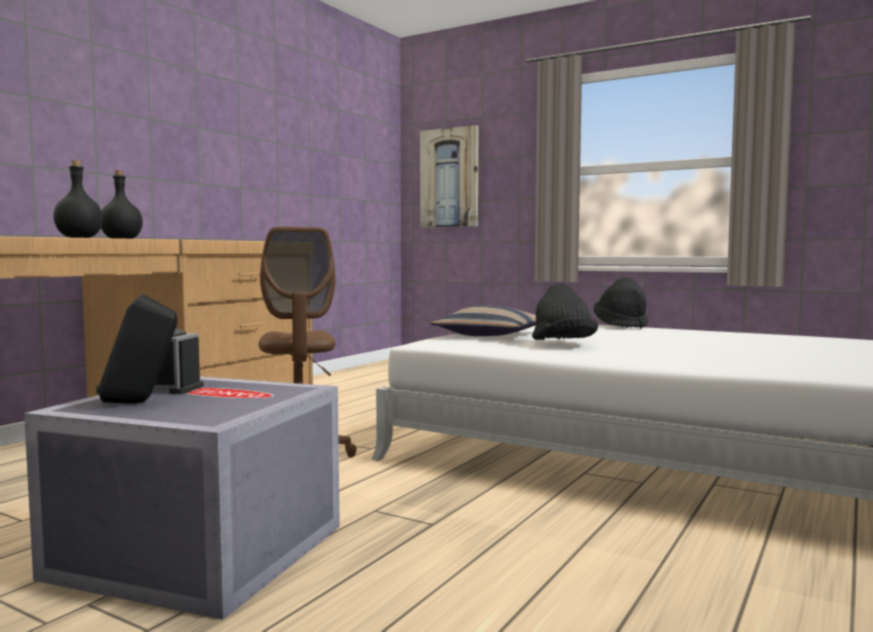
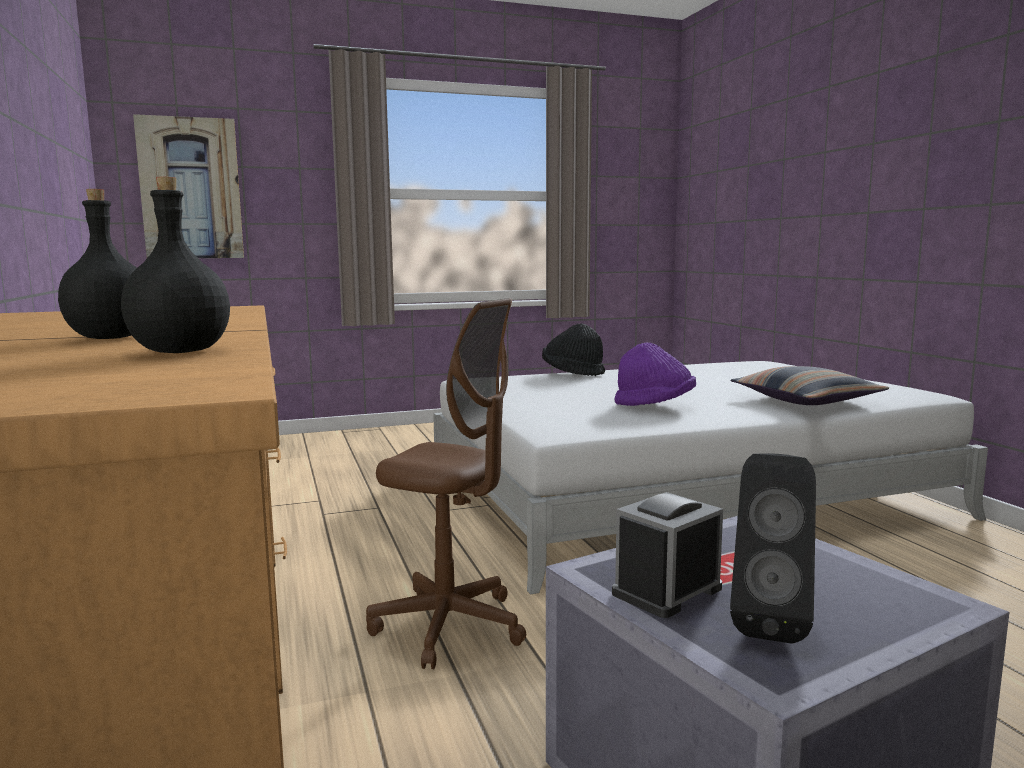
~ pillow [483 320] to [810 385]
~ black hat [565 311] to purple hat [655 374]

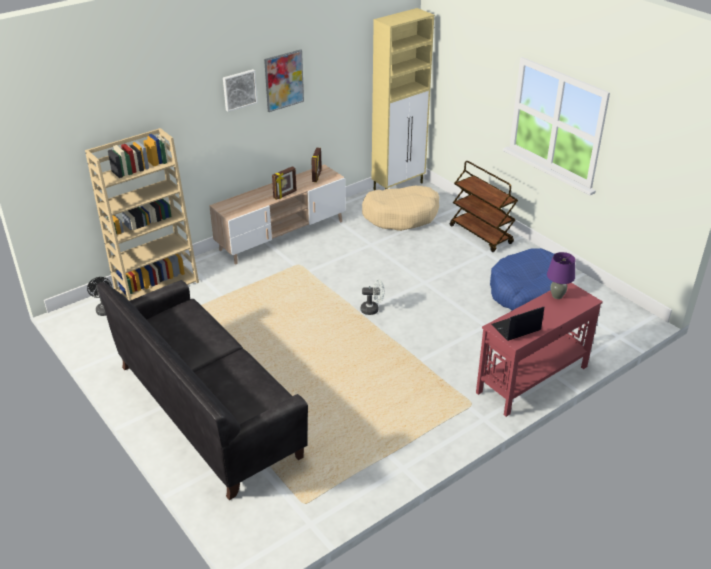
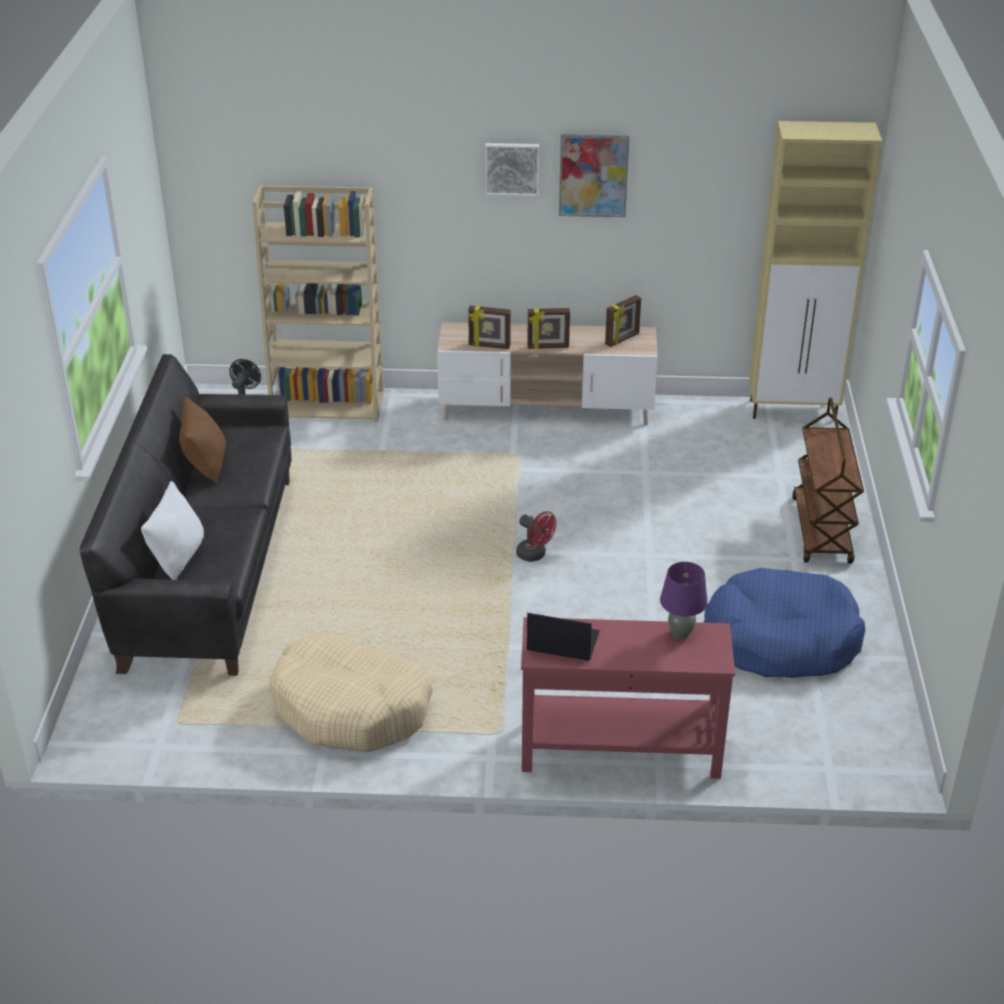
~ white fan [372 297] to red fan [536 536]
~ beige dog bed [400 208] to [351 693]
+ white pillow [172 530]
+ brown pillow [202 439]
+ picture frame [489 327]

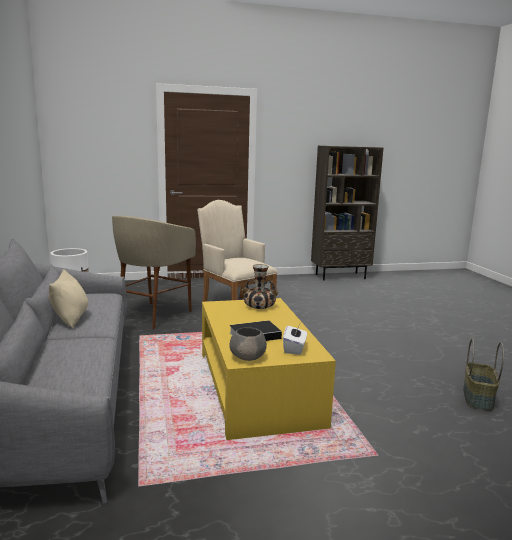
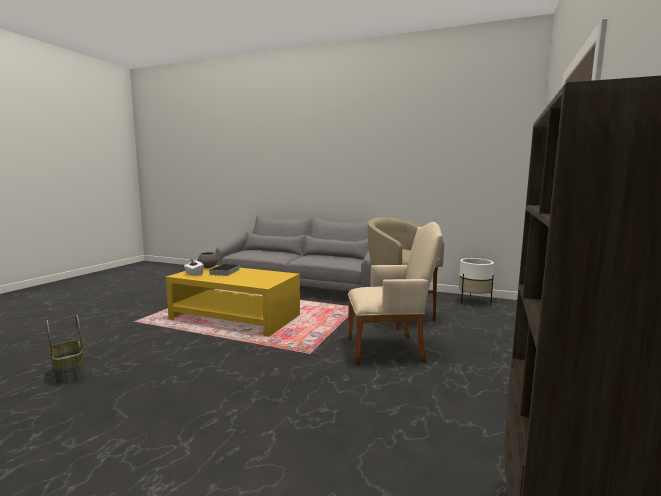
- beige pillow [68 298]
- vase [260 286]

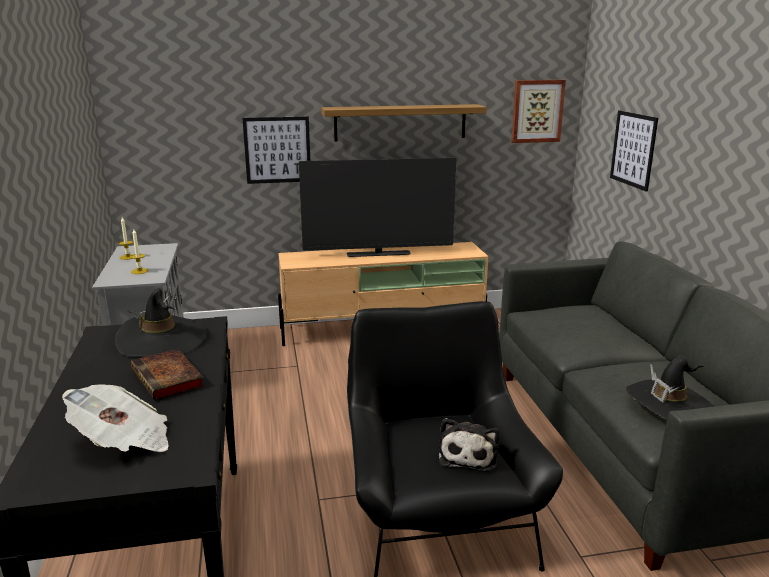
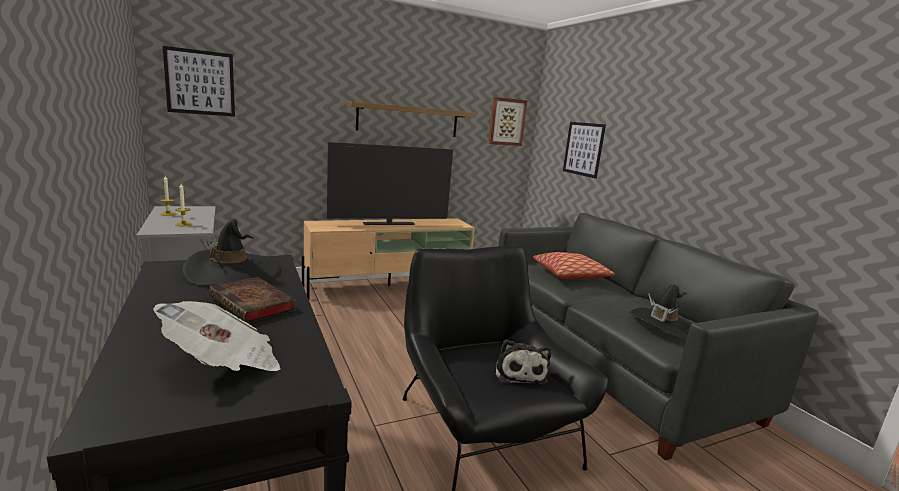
~ picture [276 150] to [199 81]
+ pillow [574 265]

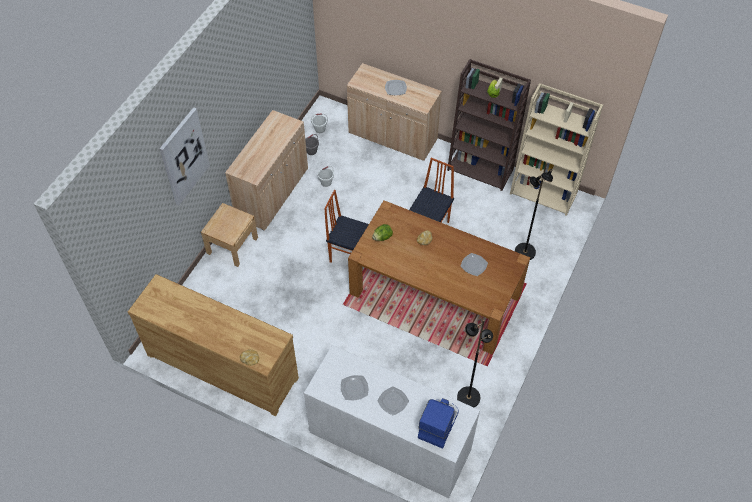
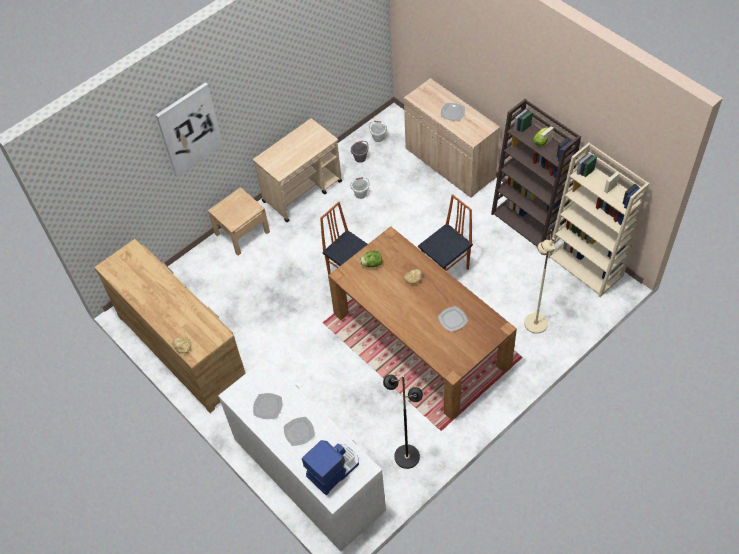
~ beige cabinet [266 170] to beige cart [297 170]
~ black floor lamp [534 211] to beige floor lamp [539 281]

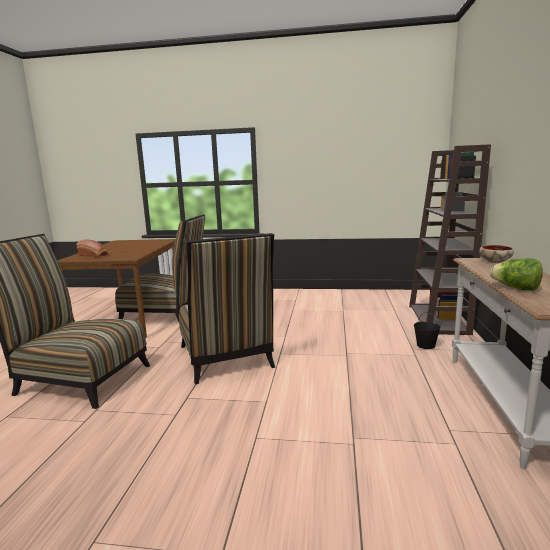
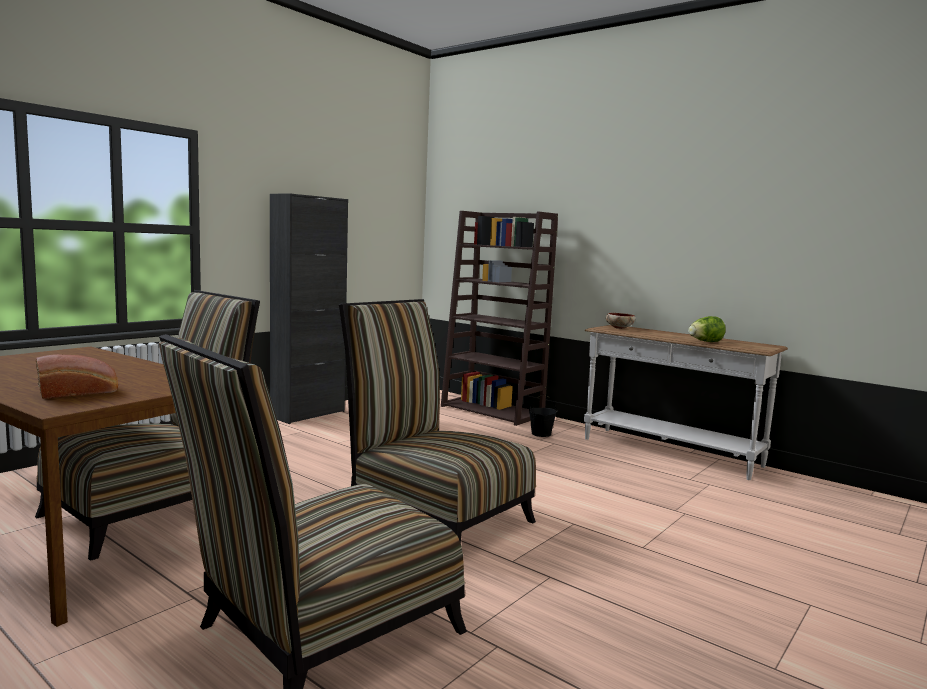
~ chair [227 308] = [437 421] 150 degrees counterclockwise
+ black cabinet [309 308]

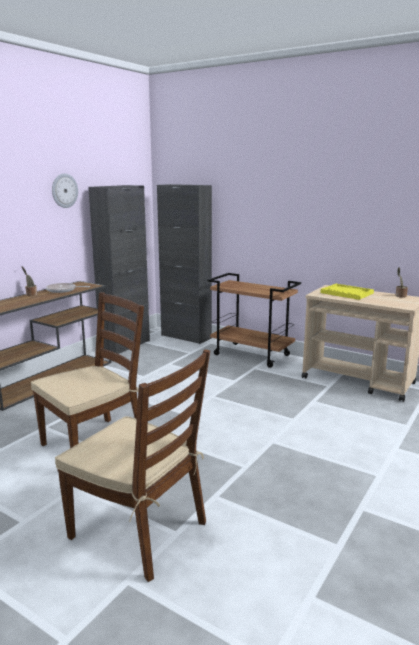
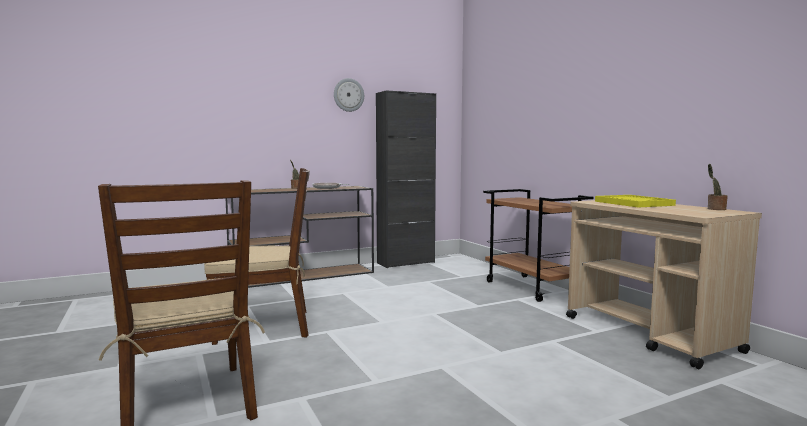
- black cabinet [184 264]

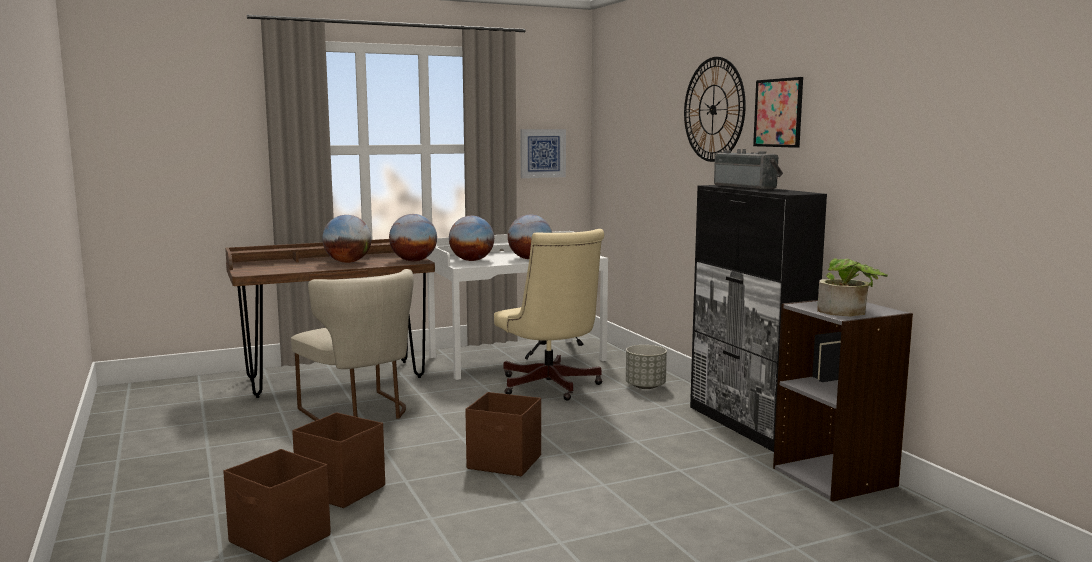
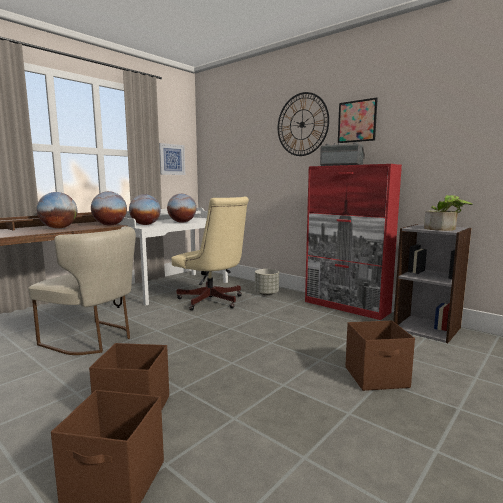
~ brown storage box [503 434] to [380 355]
~ black cabinet [758 318] to red cabinet [353 242]

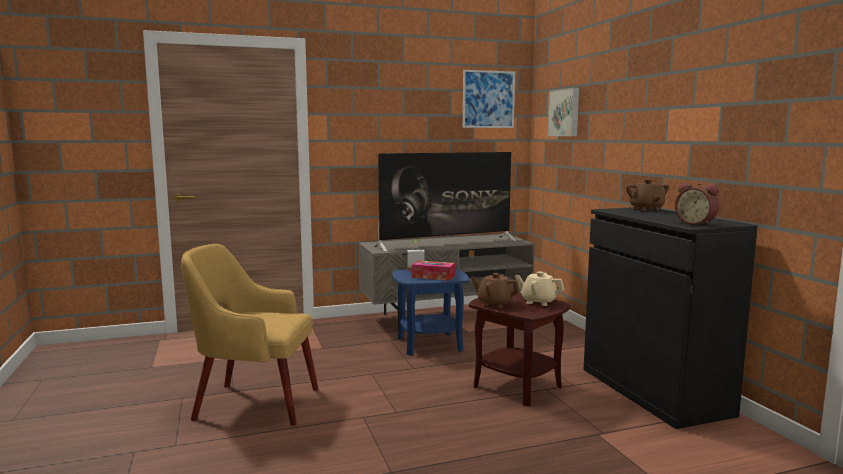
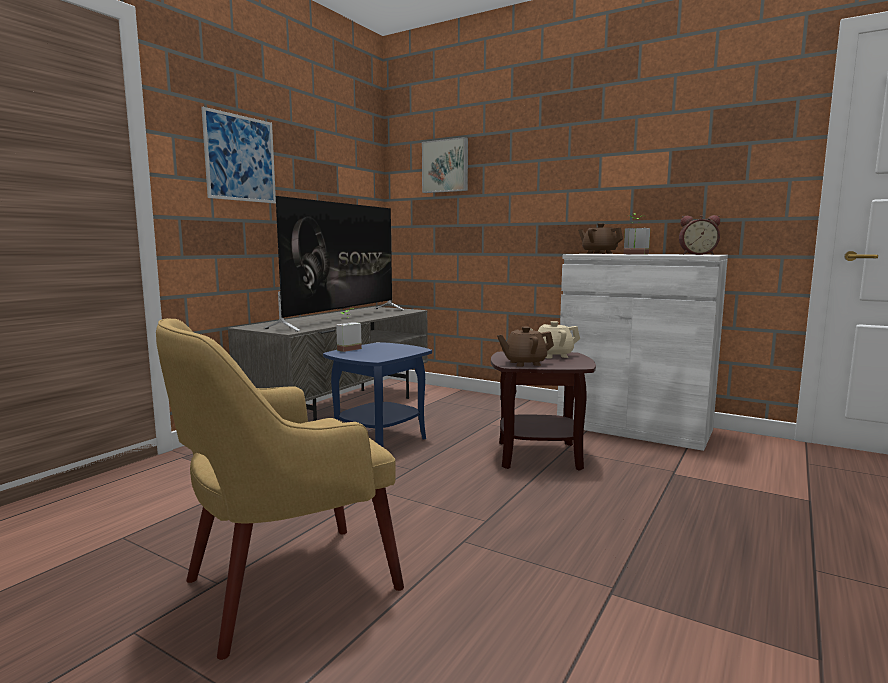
- tissue box [433 271]
~ picture [489 99] to [238 155]
~ black cabinet [671 318] to white cabinet [642 352]
+ potted plant [637 234]

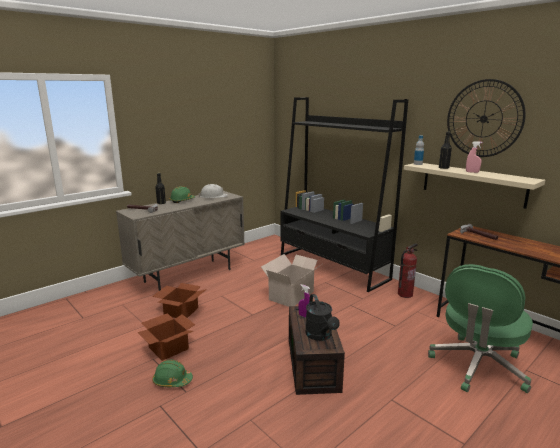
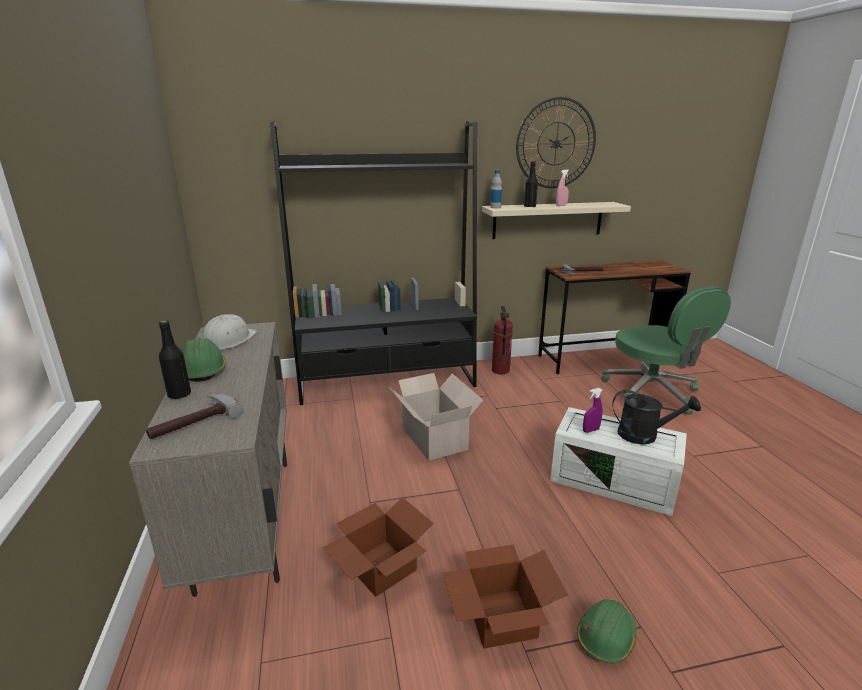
~ brown storage box [317 350] to white storage box [618 461]

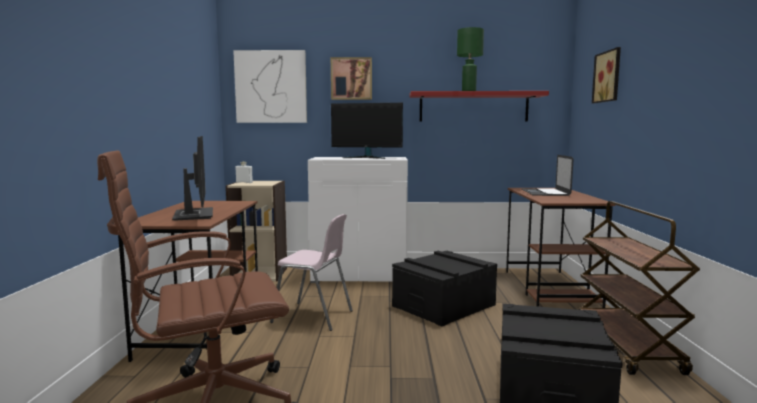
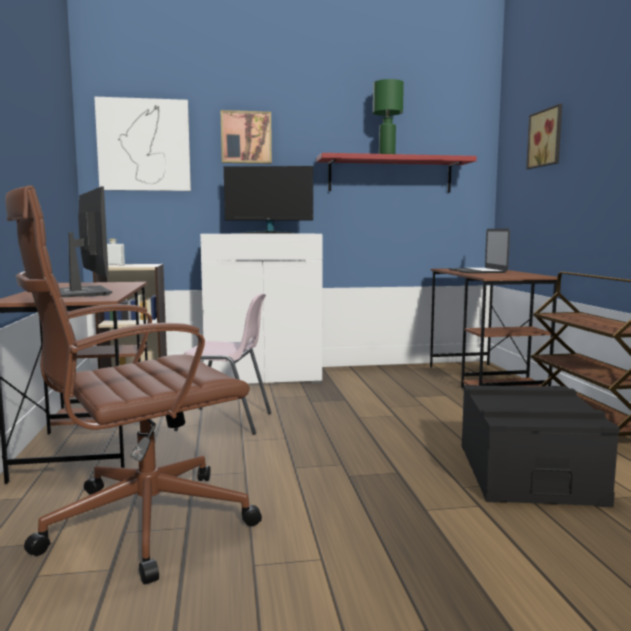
- black storage box [444 288]

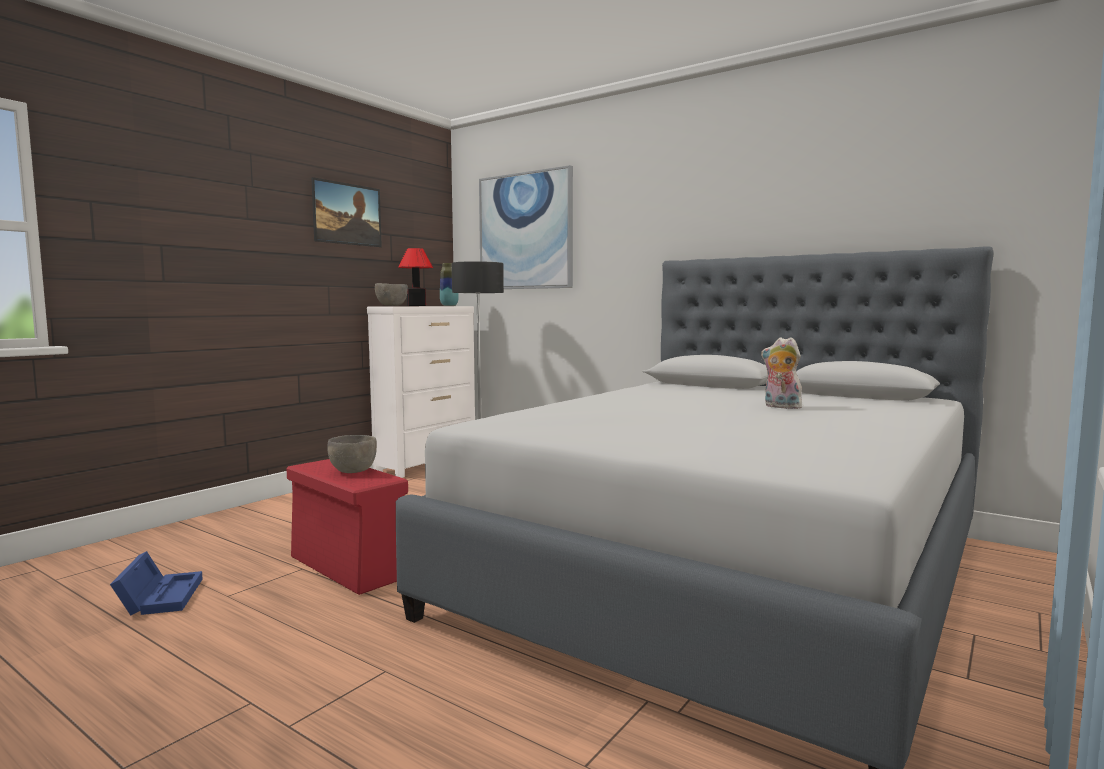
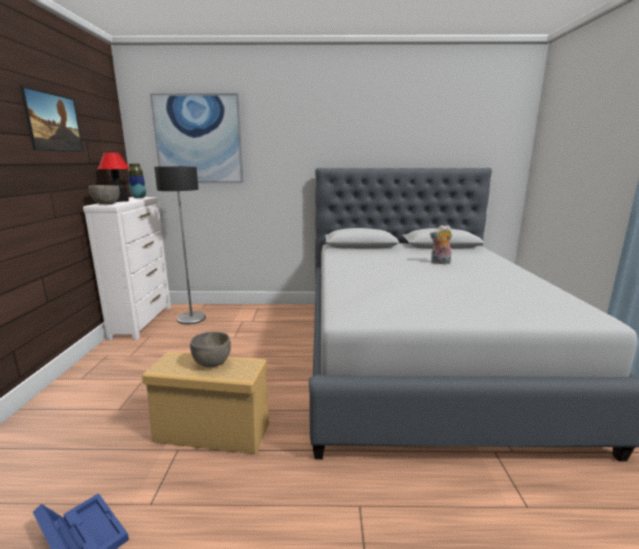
~ red storage box [347 527] to beige storage box [205 403]

